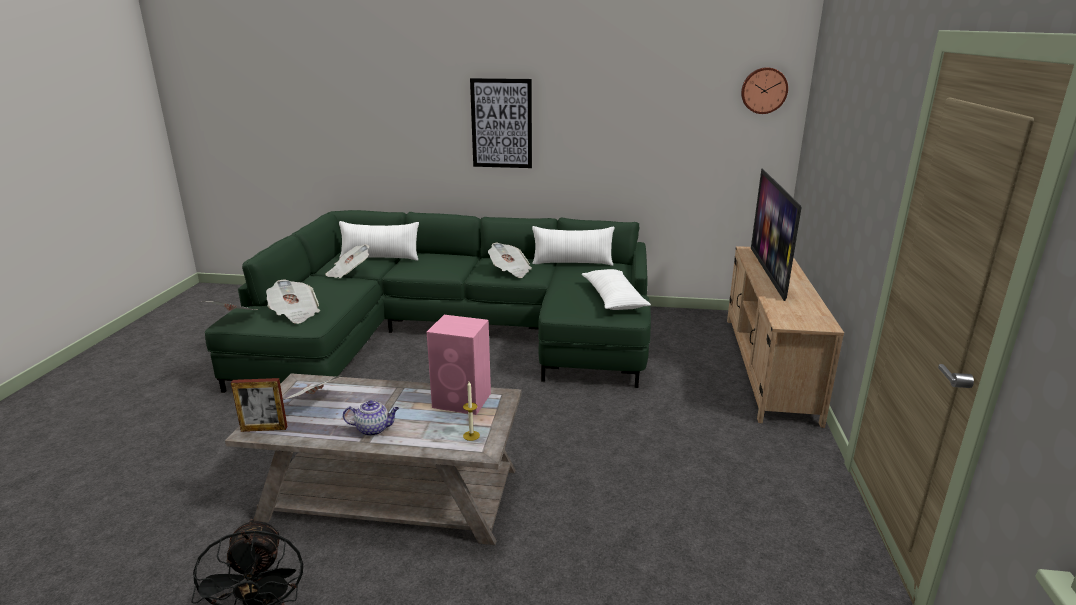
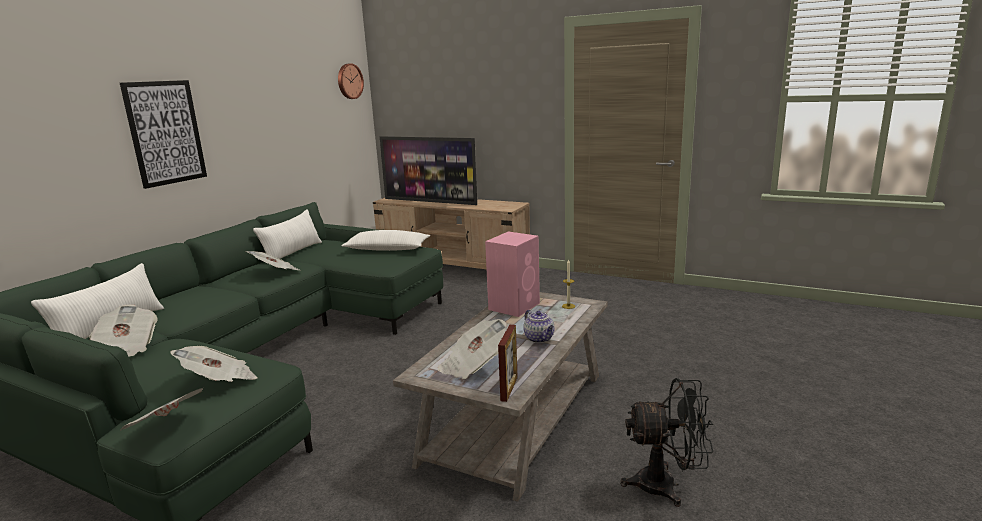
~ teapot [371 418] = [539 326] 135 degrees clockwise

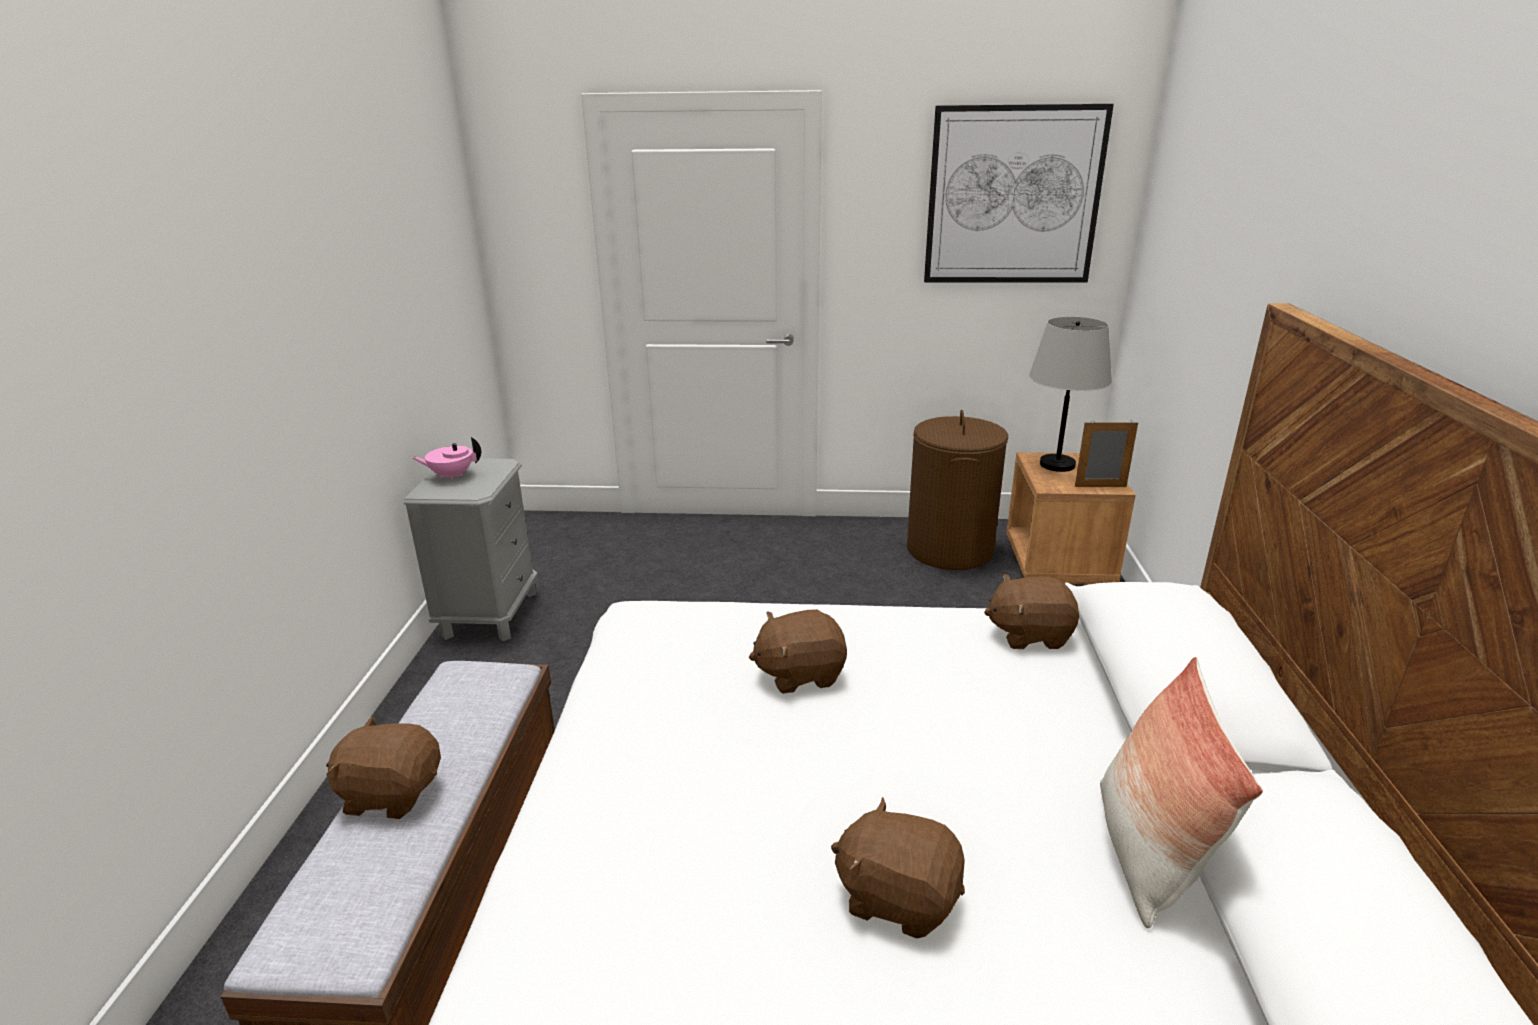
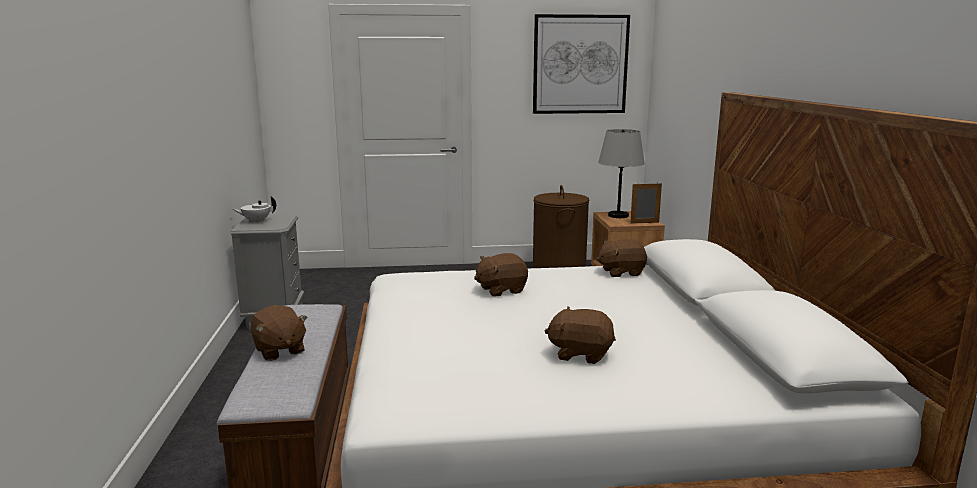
~ brown plush toy [383 767] = [279 333] 120 degrees counterclockwise
~ pink teapot [446 458] to white teapot [254 209]
- pillow [1181 793]

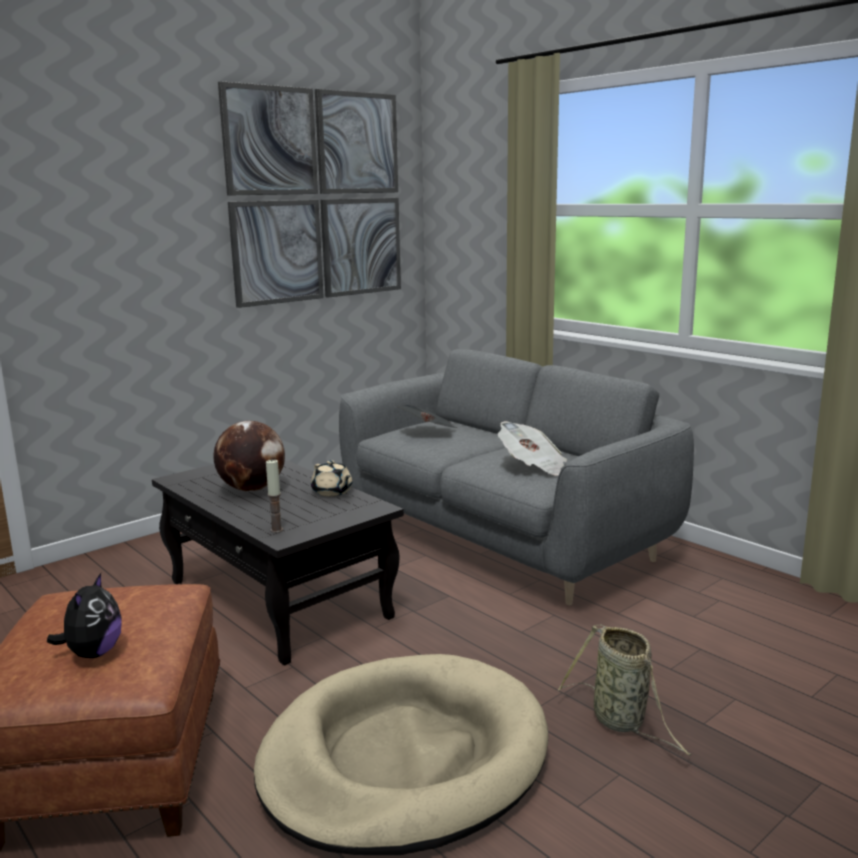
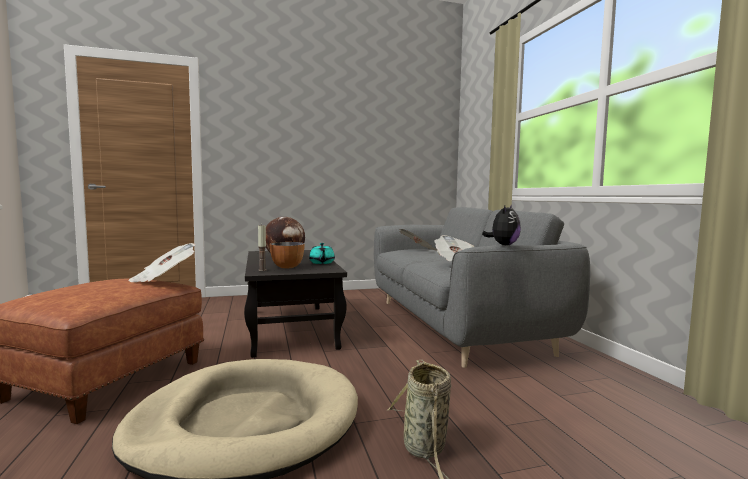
~ plush toy [84 615] to [501 225]
- picture [309 194]
~ beige teapot [332 478] to turquoise teapot [322 253]
+ newspaper [162 262]
+ bowl [287 255]

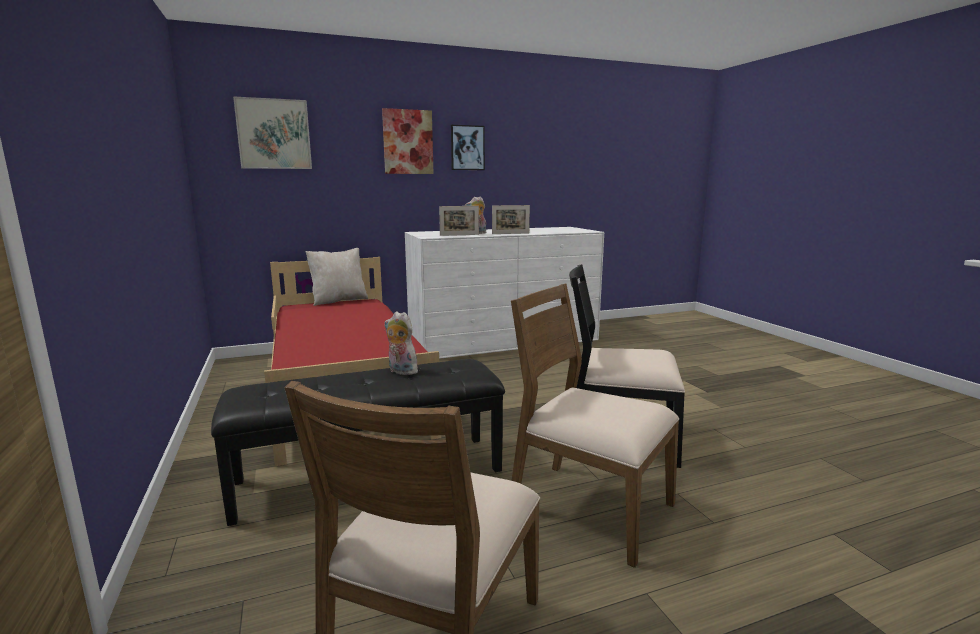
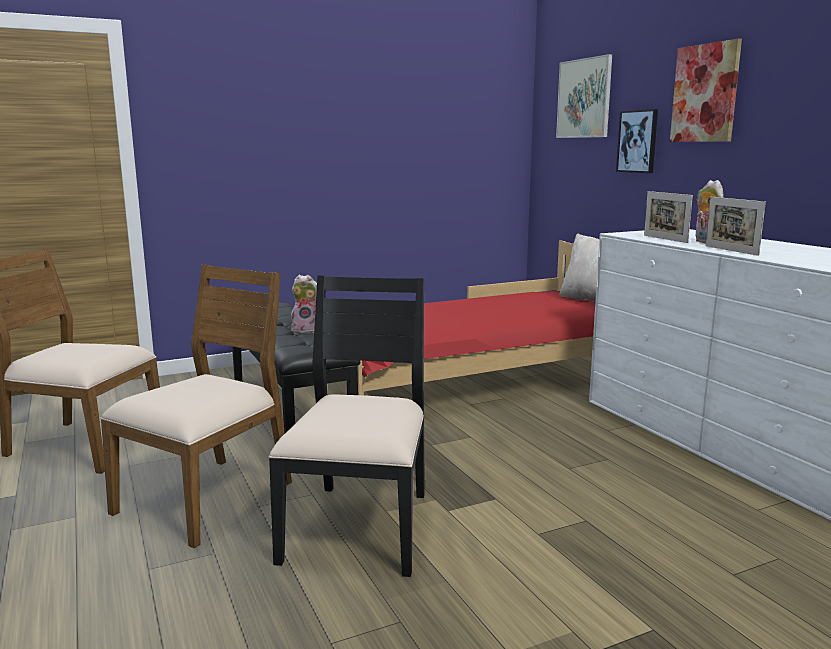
~ plush toy [401 344] = [303 304] 60 degrees clockwise
~ picture [468 147] to [637 141]

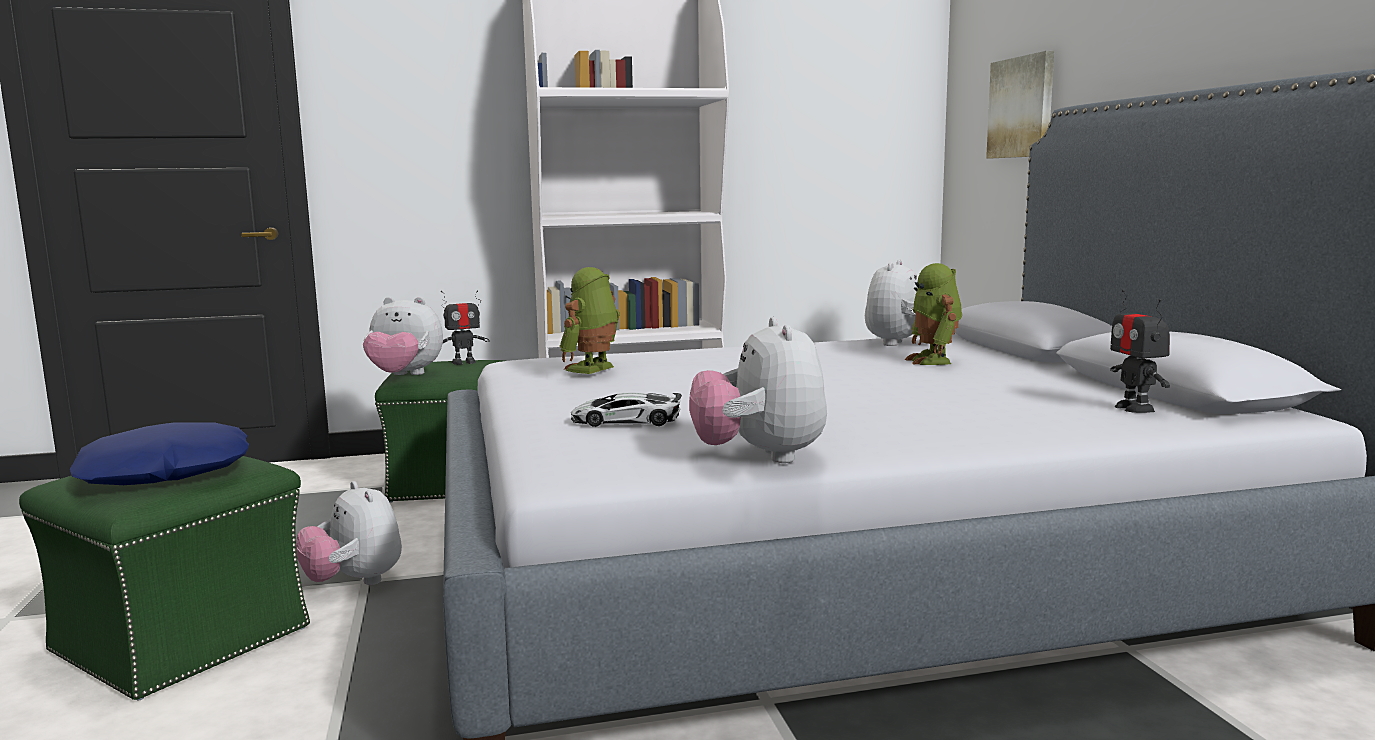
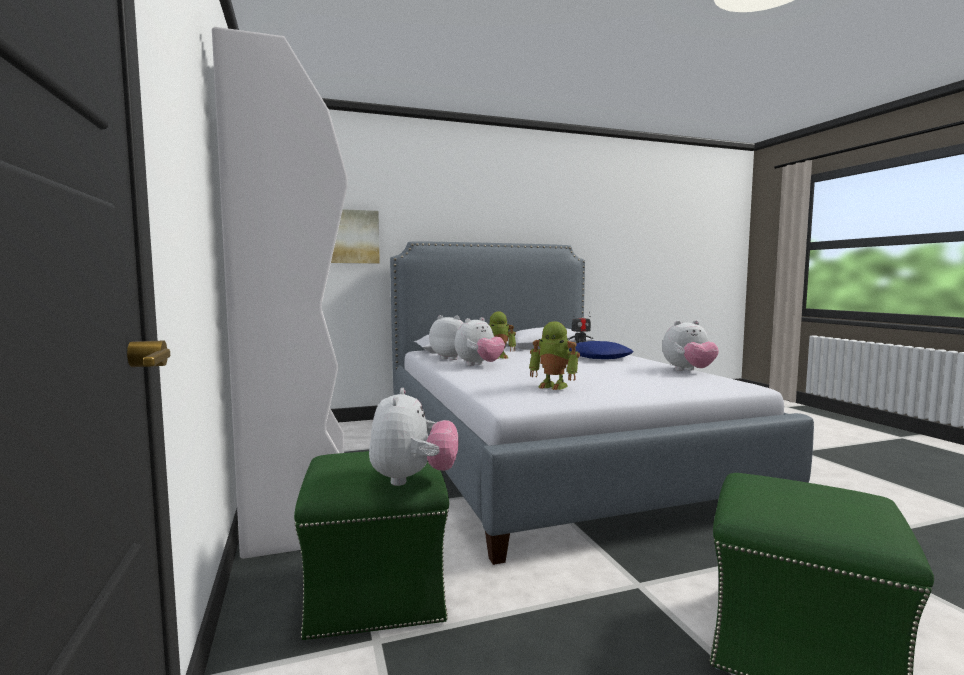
~ blue pillow [159 453] to [601 350]
~ plush toy [349 533] to [480 341]
- toy robot [465 327]
- toy car [626 409]

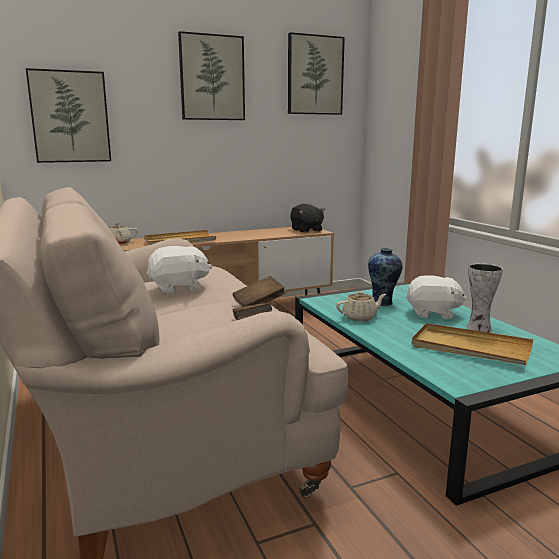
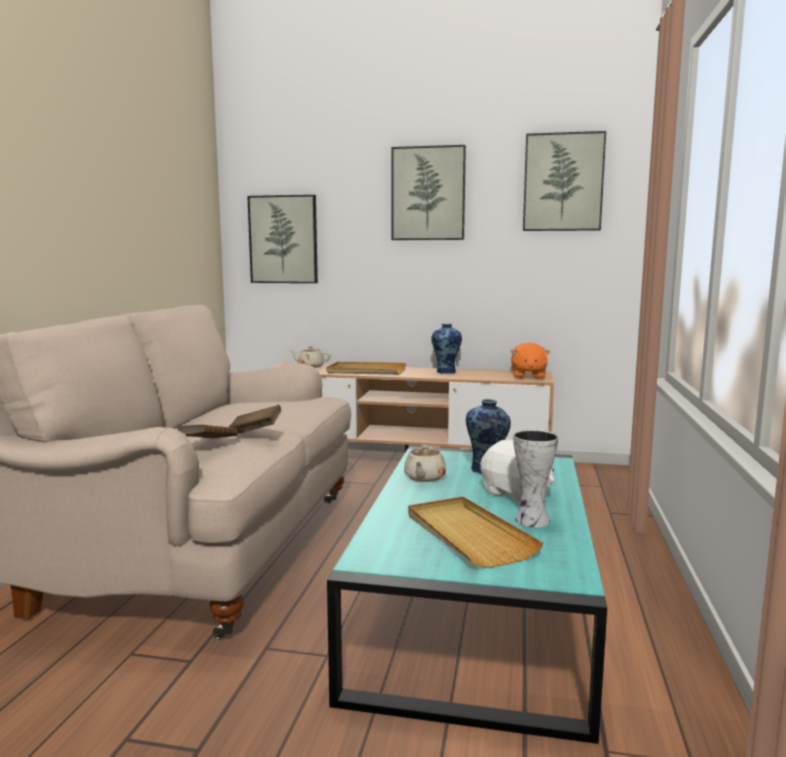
- white plush toy [179 270]
~ black plush toy [307 218] to orange plush toy [530 360]
~ beige teapot [361 306] = [425 463] 90 degrees clockwise
+ vase [446 349]

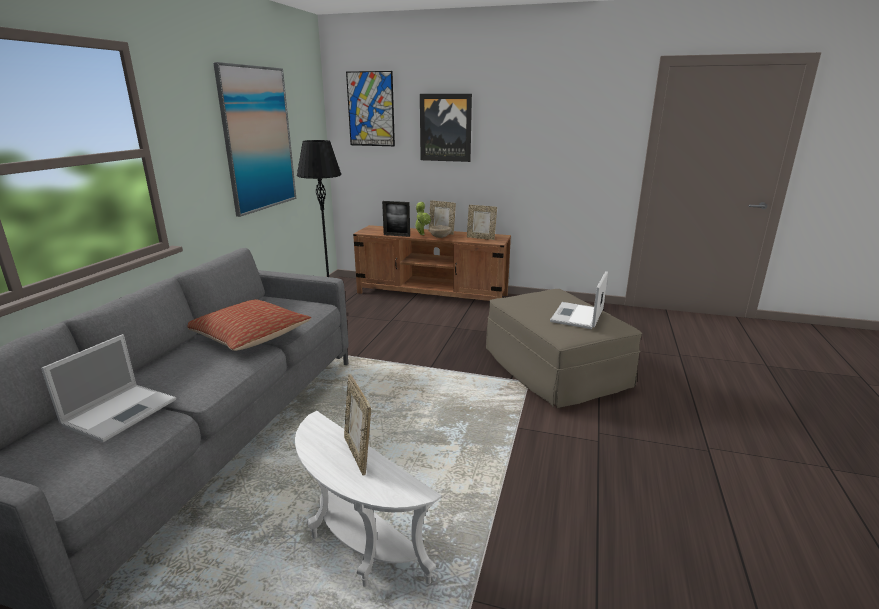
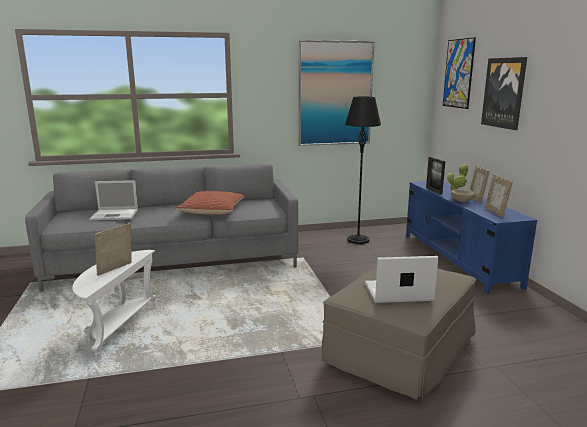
~ brown tv stand [432 263] to blue tv stand [471 237]

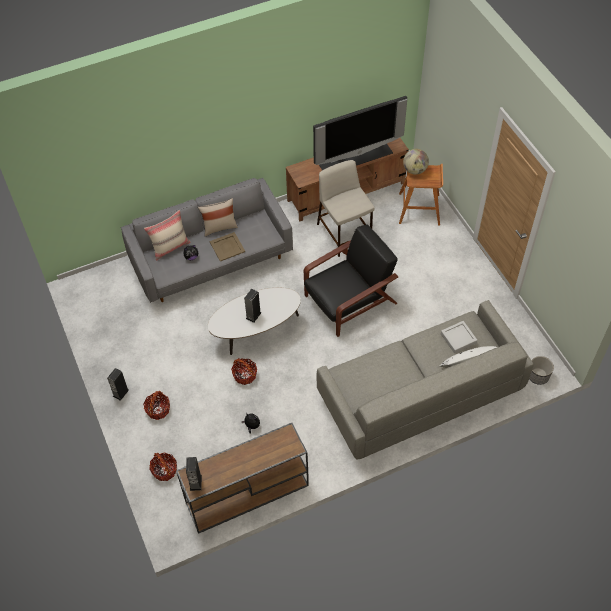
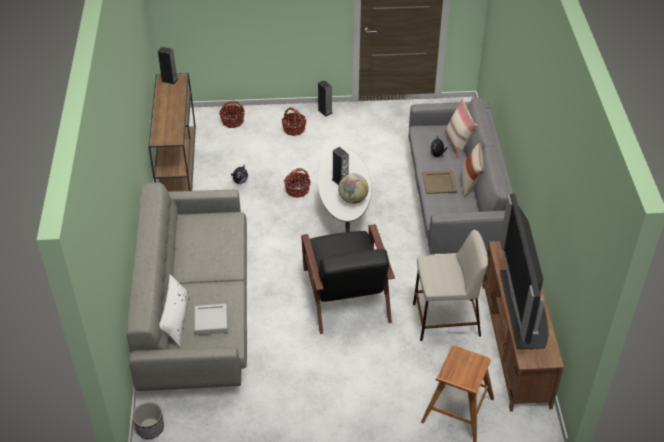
~ globe [416 162] to [353 188]

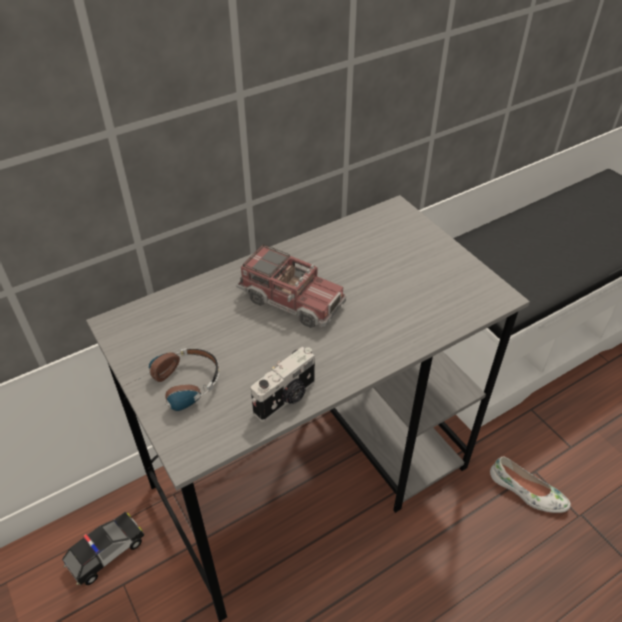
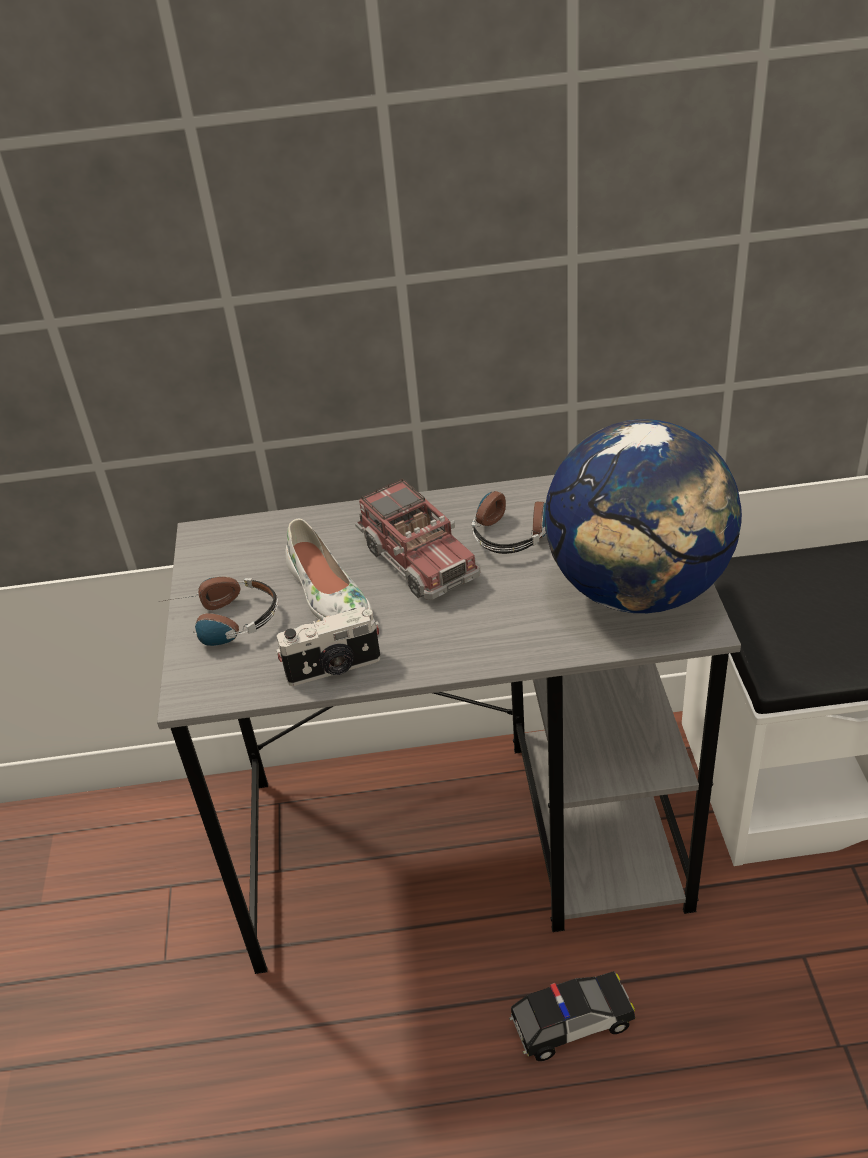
~ toy car [103 548] to [572 1016]
~ white shoe [530 484] to [329 570]
+ headphones [509 522]
+ globe [643 516]

